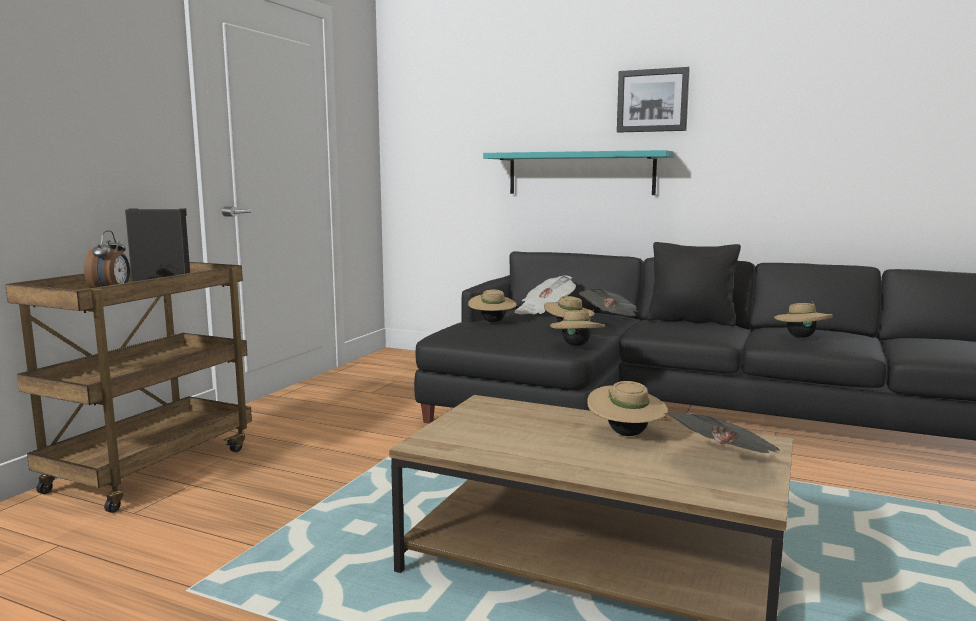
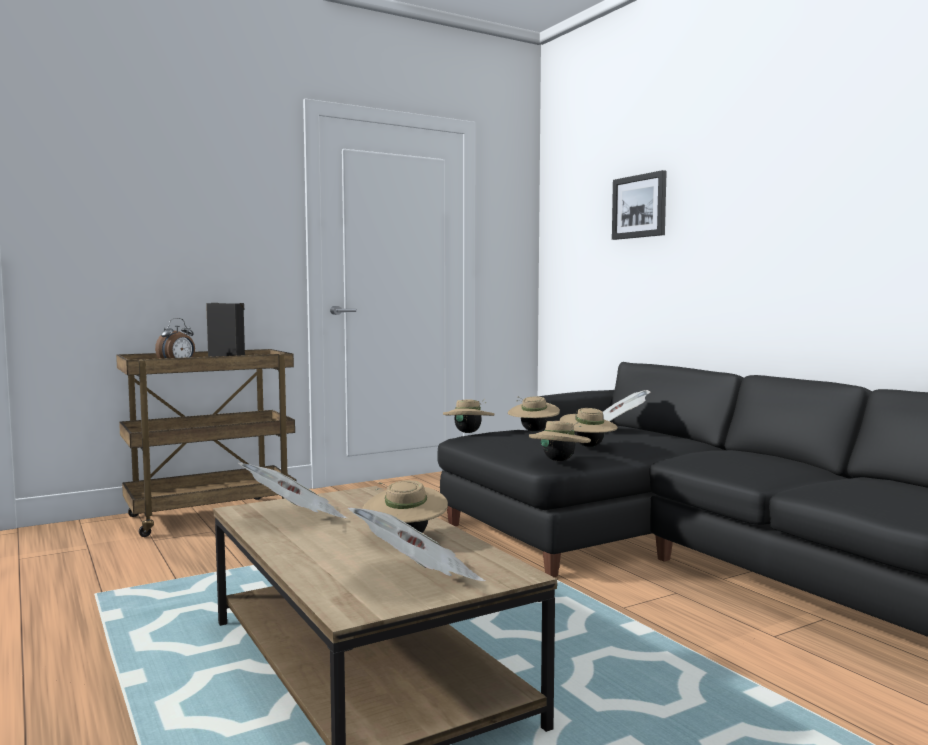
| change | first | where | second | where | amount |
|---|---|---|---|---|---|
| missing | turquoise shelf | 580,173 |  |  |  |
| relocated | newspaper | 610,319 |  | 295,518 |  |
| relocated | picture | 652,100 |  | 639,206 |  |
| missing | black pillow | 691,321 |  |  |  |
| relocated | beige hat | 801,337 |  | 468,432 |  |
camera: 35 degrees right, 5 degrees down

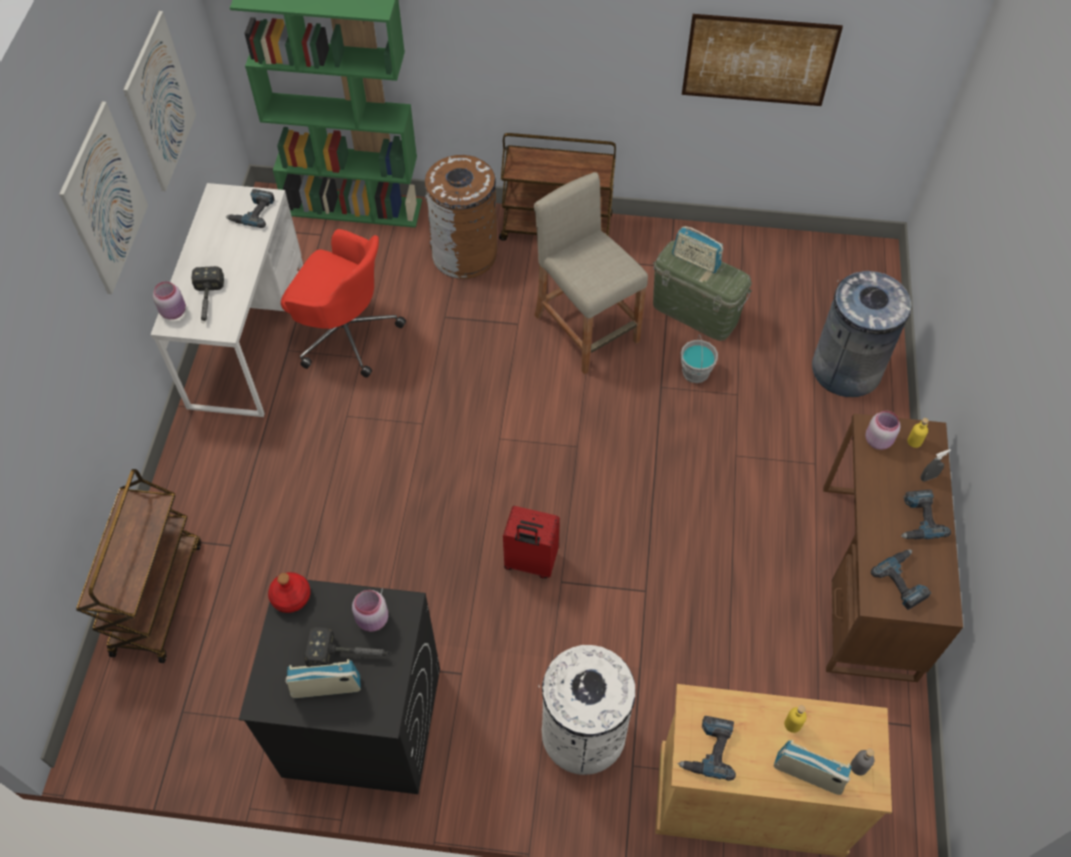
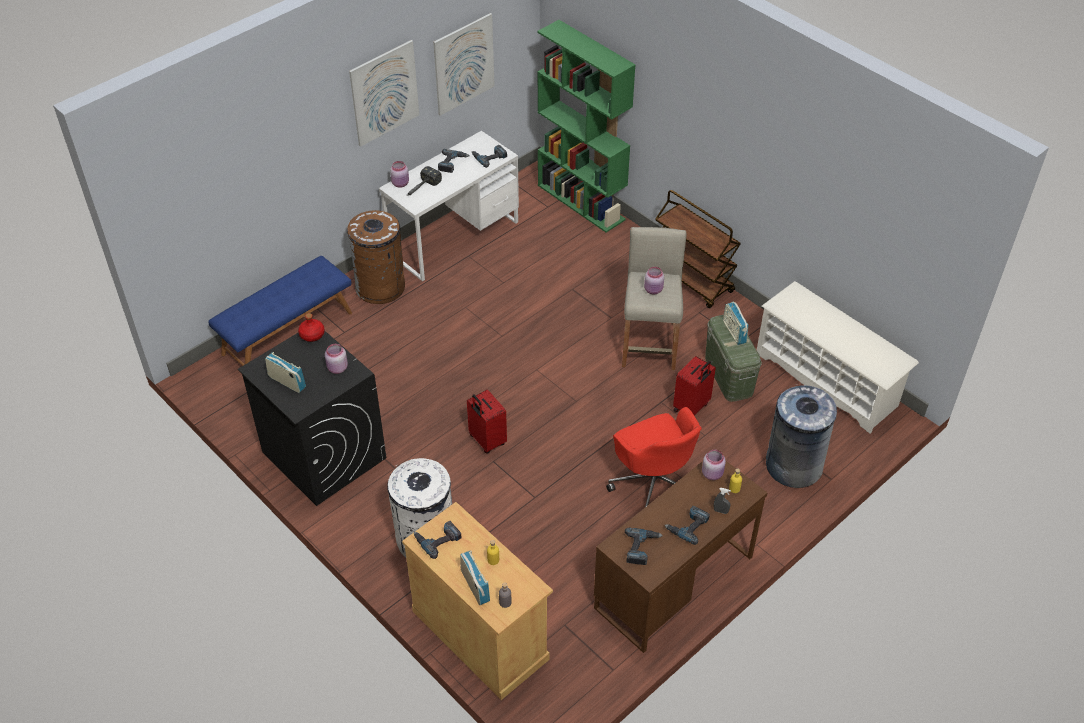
| change | first | where | second | where | amount |
|---|---|---|---|---|---|
| exchanged | brown cart | 157,596 | blue bench | 287,333 |  |
| relocated | red office chair | 345,333 |  | 654,484 |  |
| missing | hammer | 350,654 |  |  |  |
| relocated | brown trash can | 465,254 |  | 380,287 |  |
| exchanged | grey bucket | 696,372 | red suitcase | 692,407 |  |
| missing | picture | 759,60 |  |  |  |
| appeared |  |  | power drill | 452,163 |  |
| appeared |  |  | pink jar | 653,290 |  |
| appeared |  |  | white shoe rack | 827,380 |  |
camera: 40 degrees right, 10 degrees down

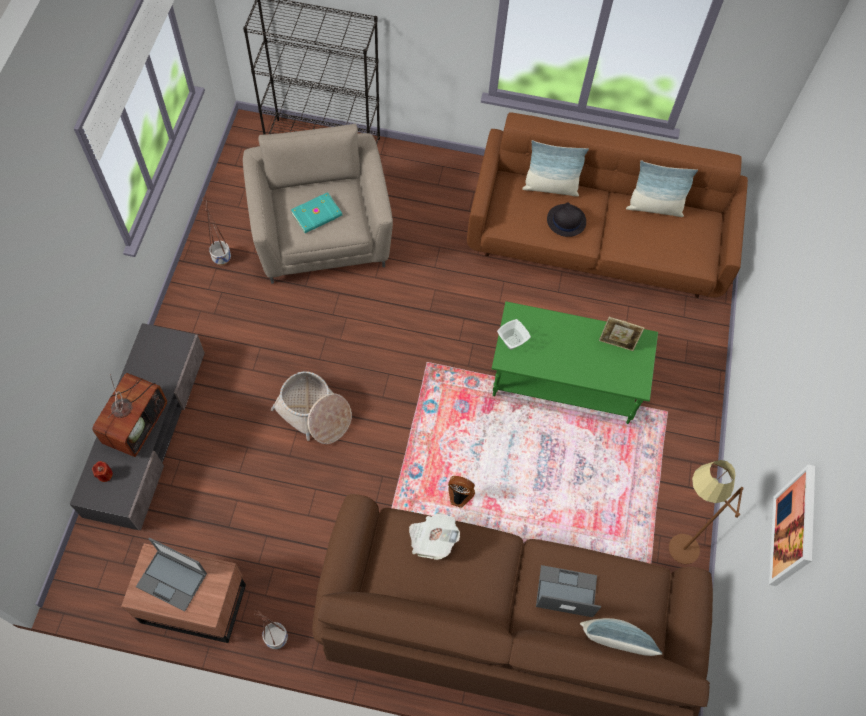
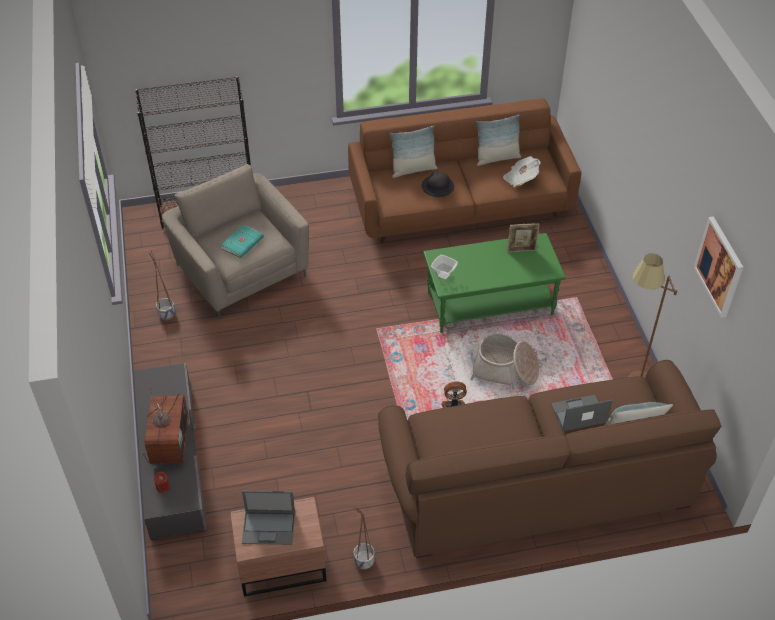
| change | first | where | second | where | amount |
|---|---|---|---|---|---|
| relocated | basket | 314,413 |  | 505,370 |  |
| relocated | newspaper | 432,539 |  | 520,178 |  |
camera: 20 degrees left, 15 degrees down

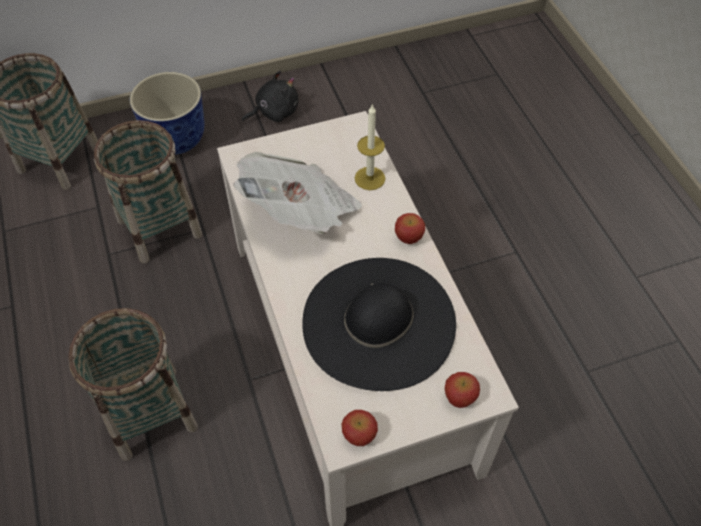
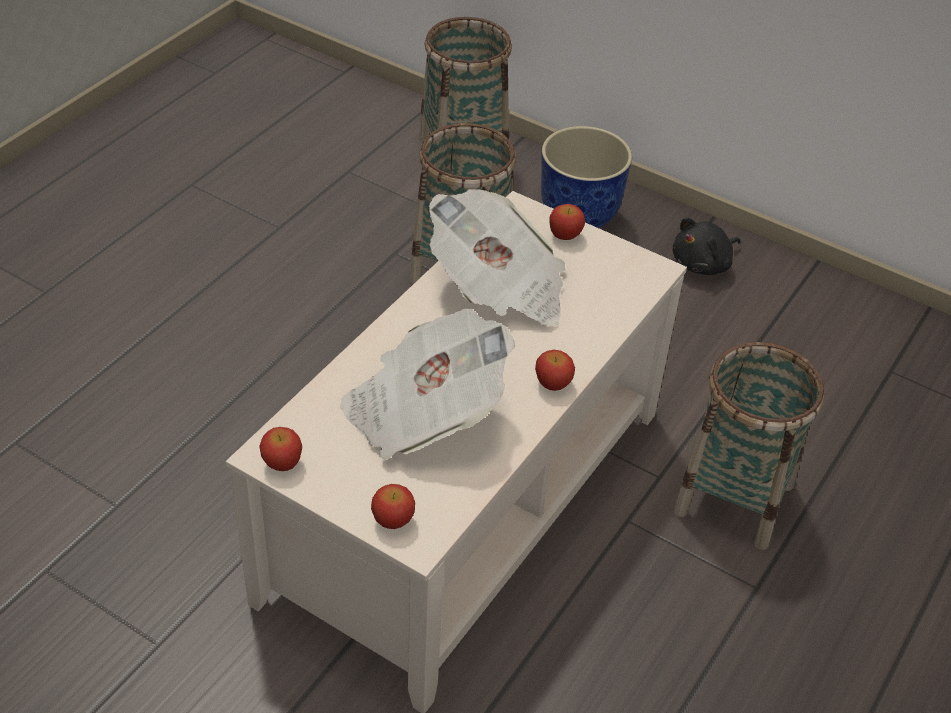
| change | first | where | second | where | amount |
|---|---|---|---|---|---|
| relocated | basket | 149,412 |  | 734,498 |  |
| spun | black plush toy | 274,112 |  | 703,264 | 120 degrees clockwise |
| exchanged | black hat | 379,322 | newspaper | 424,413 |  |
| missing | candle | 369,178 |  |  |  |
| appeared |  |  | apple | 565,235 |  |
camera: 50 degrees right, 10 degrees down

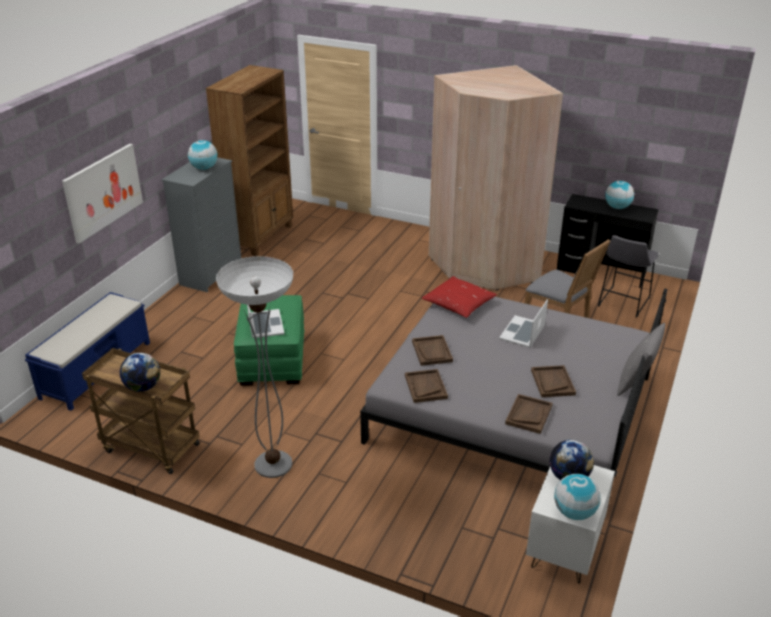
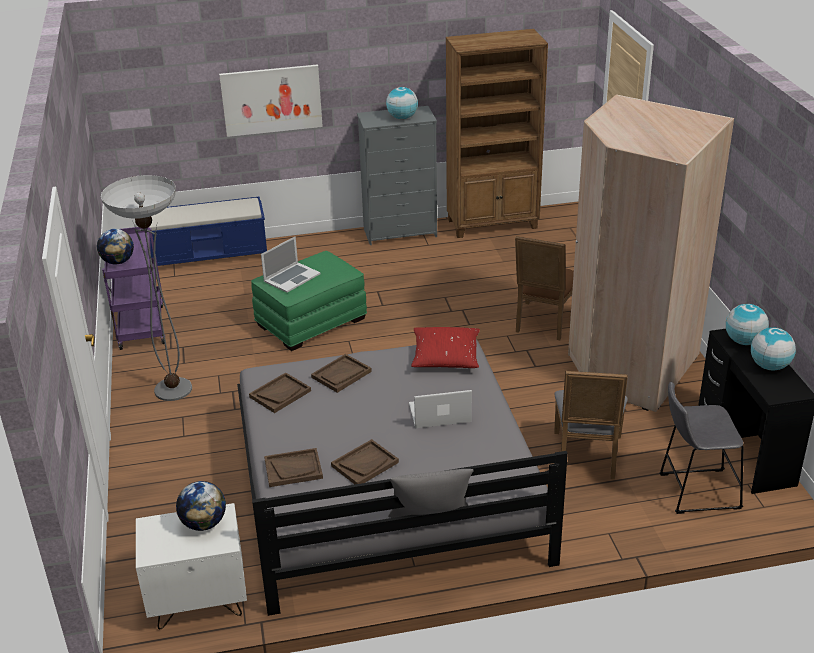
| change | first | where | second | where | amount |
|---|---|---|---|---|---|
| colour | brown cart | 149,448 | purple cart | 141,326 |  |
| relocated | globe | 574,512 |  | 744,341 |  |
| appeared |  |  | brown chair | 544,323 |  |
camera: 55 degrees right, 0 degrees up

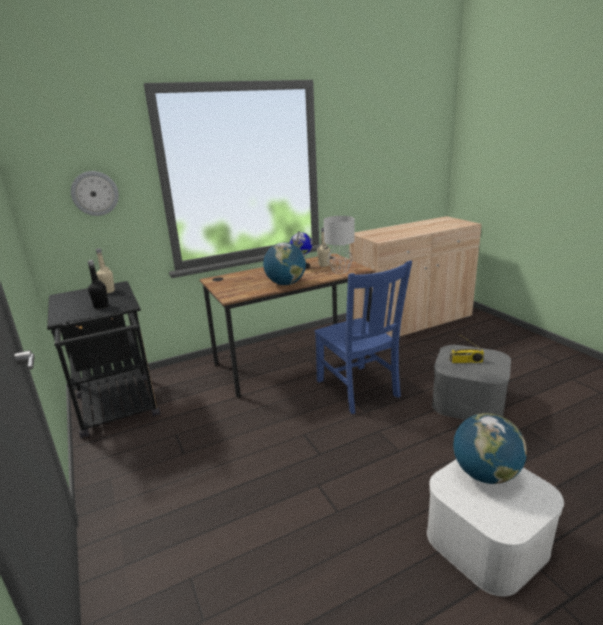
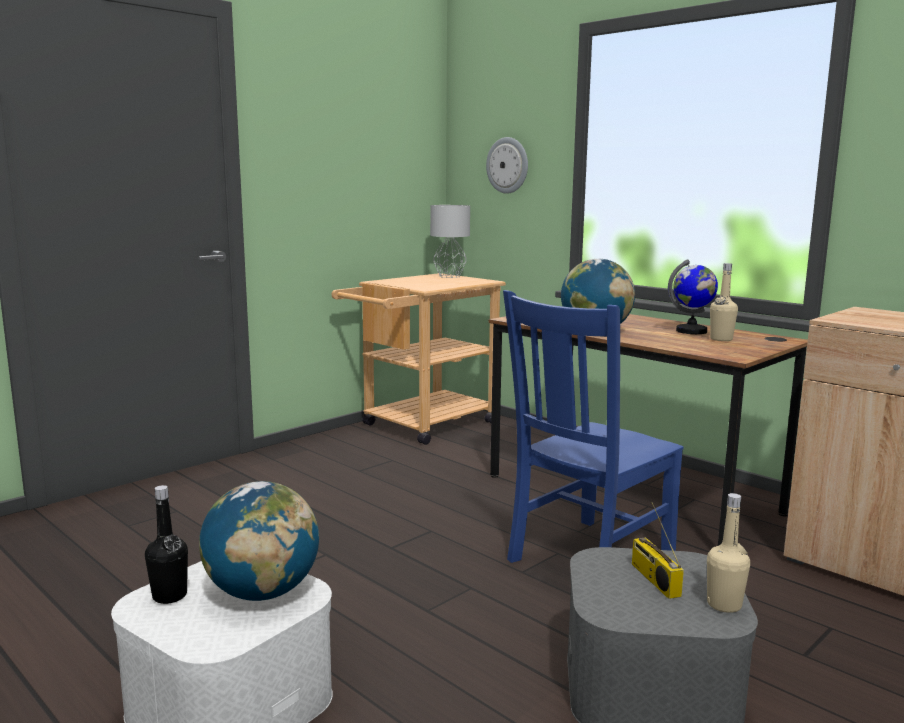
| change | first | where | second | where | amount |
|---|---|---|---|---|---|
| colour | black cart | 119,411 | beige cart | 421,426 |  |
| relocated | black bottle | 101,306 |  | 169,596 |  |
| relocated | beige bottle | 108,291 |  | 724,604 |  |
| relocated | grey table lamp | 340,271 |  | 450,276 |  |
camera: 70 degrees right, 10 degrees down

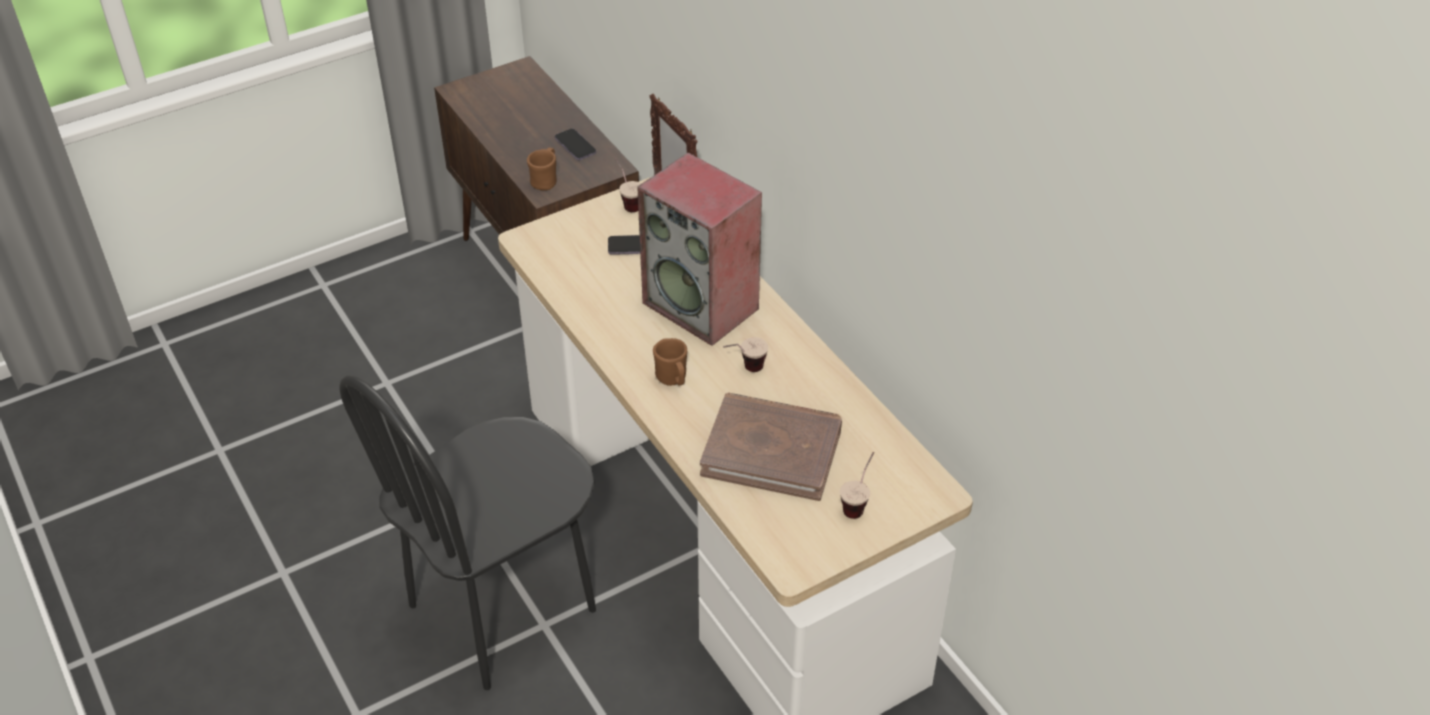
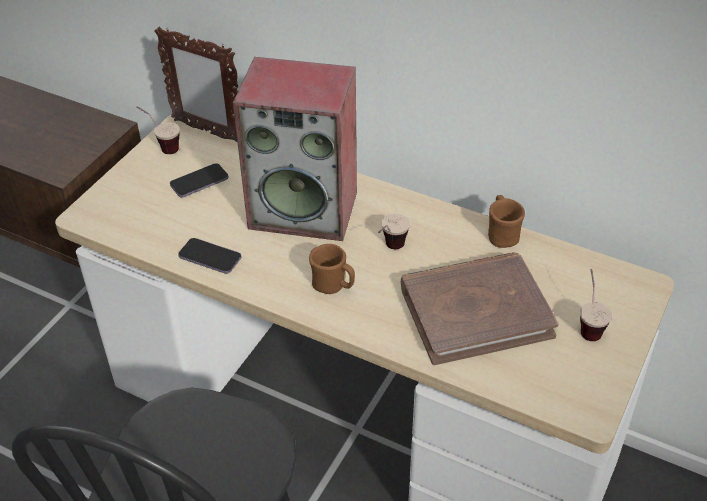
| change | first | where | second | where | amount |
|---|---|---|---|---|---|
| relocated | brown mug | 546,181 |  | 501,234 |  |
| relocated | phone | 575,146 |  | 210,257 |  |
camera: 30 degrees left, 0 degrees up

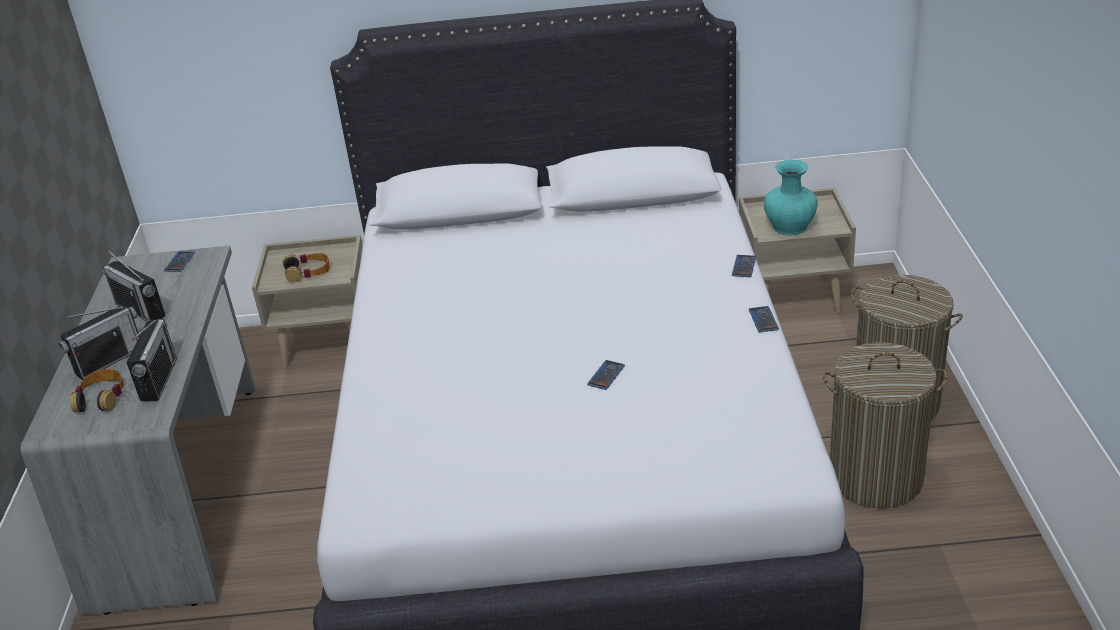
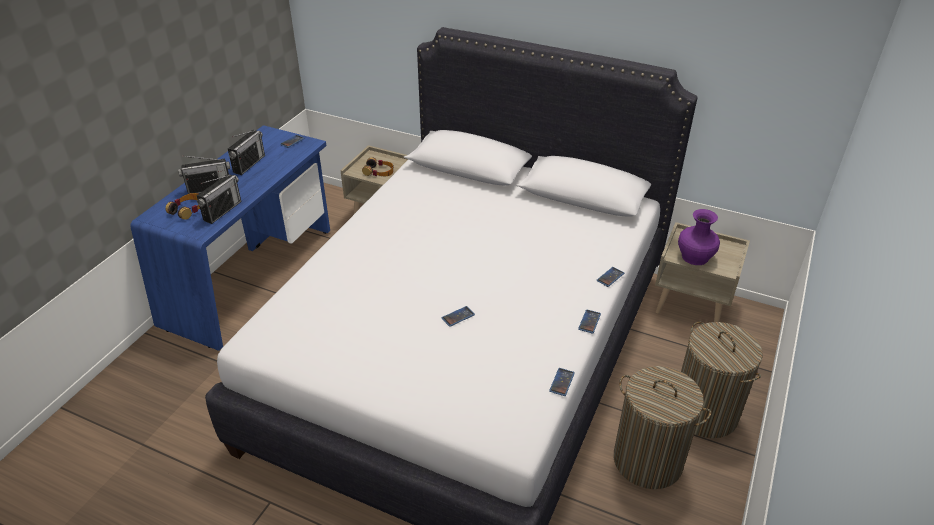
| change | first | where | second | where | amount |
|---|---|---|---|---|---|
| colour | grey desk | 185,489 | blue desk | 253,276 |  |
| spun | radio | 140,310 |  | 249,164 | 135 degrees counterclockwise |
| colour | turquoise vase | 789,227 | purple vase | 694,257 |  |
| appeared |  |  | phone | 562,382 |  |
camera: 25 degrees right, 5 degrees up

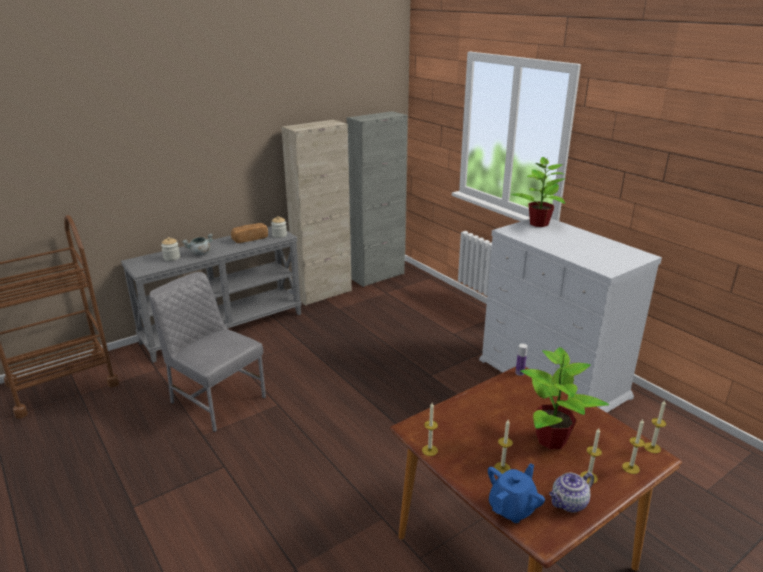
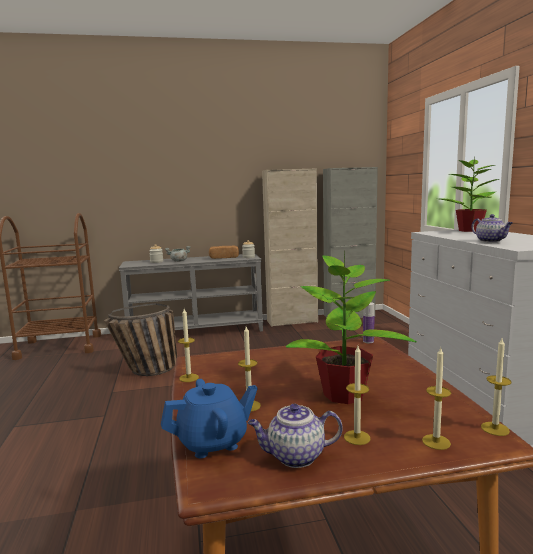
| change | first | where | second | where | amount |
|---|---|---|---|---|---|
| exchanged | grey chair | 216,400 | basket | 145,372 |  |
| appeared |  |  | teapot | 491,241 |  |
camera: 25 degrees right, 15 degrees down

